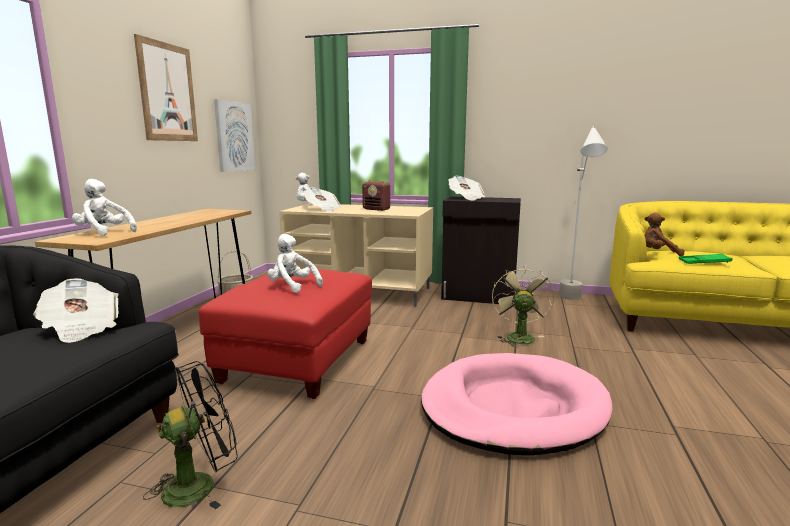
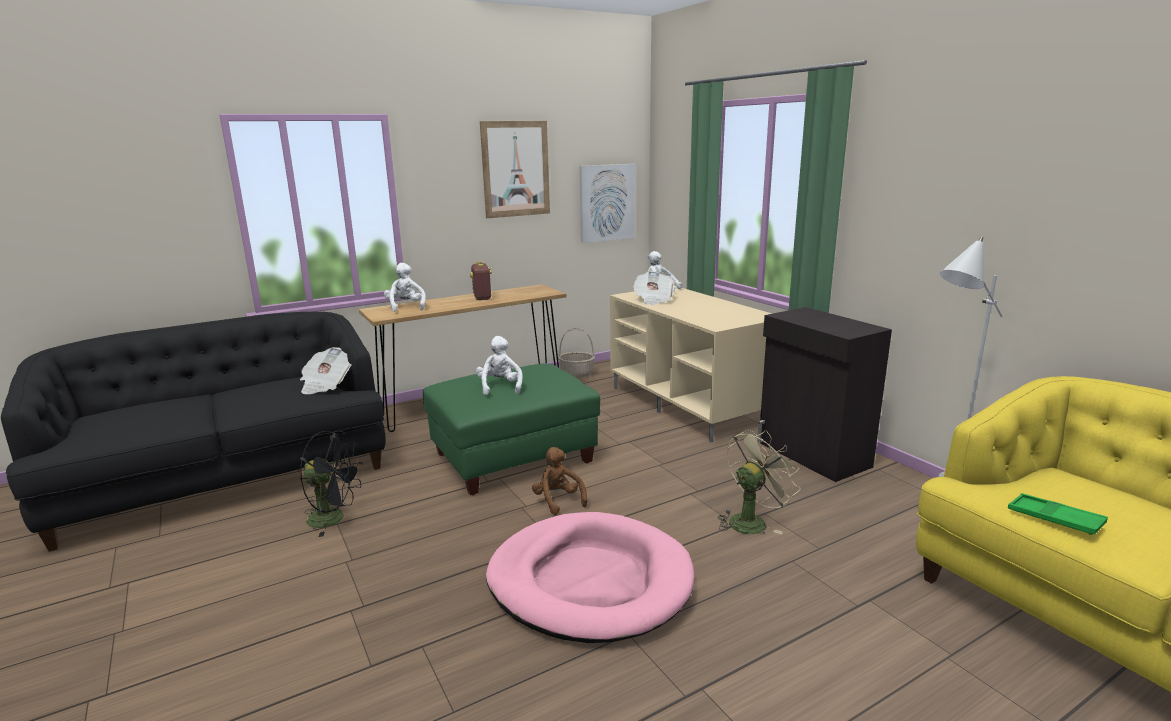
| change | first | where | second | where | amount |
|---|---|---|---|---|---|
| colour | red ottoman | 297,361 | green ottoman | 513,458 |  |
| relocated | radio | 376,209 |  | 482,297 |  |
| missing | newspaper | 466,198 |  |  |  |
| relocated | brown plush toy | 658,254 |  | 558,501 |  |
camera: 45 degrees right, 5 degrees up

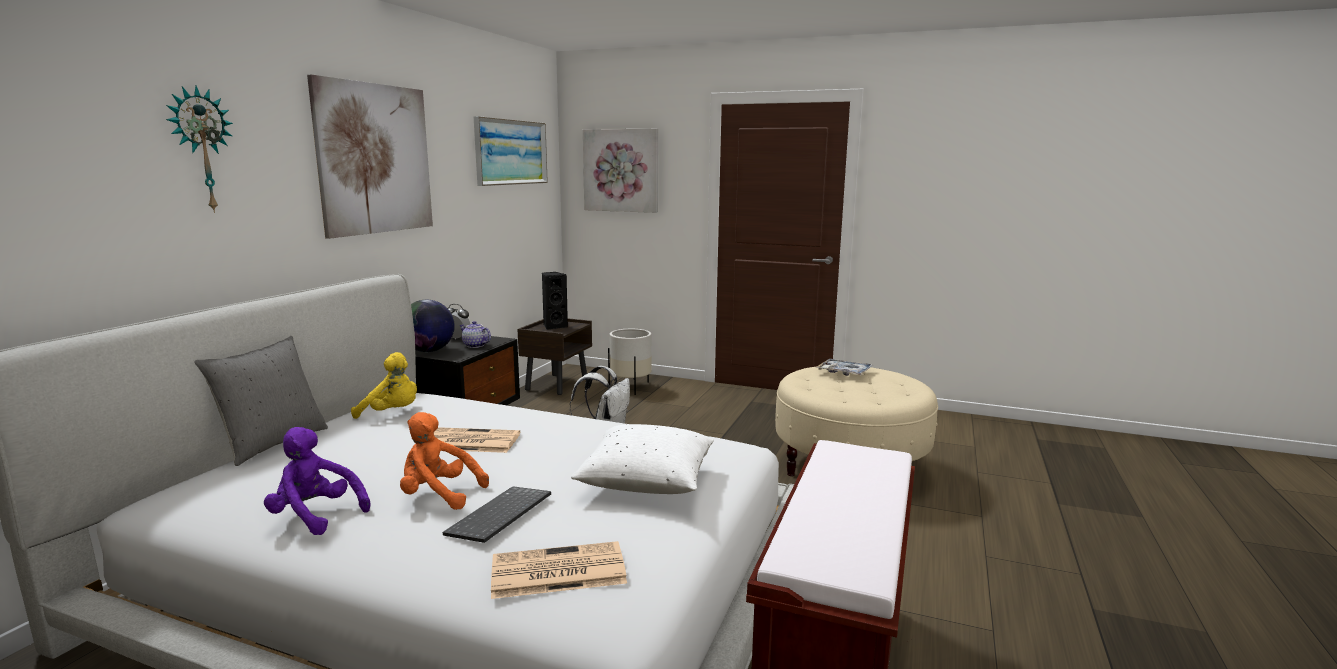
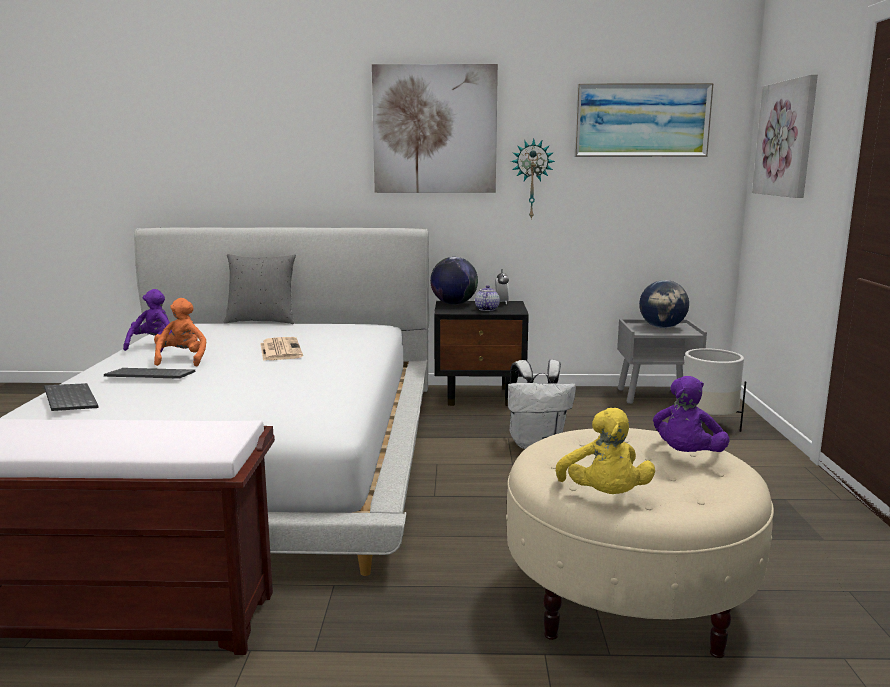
| change | first | where | second | where | amount |
|---|---|---|---|---|---|
| relocated | wall clock | 201,150 |  | 532,179 |  |
| relocated | yellow plush toy | 392,413 |  | 604,496 |  |
| exchanged | newspaper | 556,572 | keyboard | 68,399 |  |
| colour | brown nightstand | 557,384 | grey nightstand | 656,396 |  |
| exchanged | black speaker | 554,326 | globe | 662,327 |  |
| missing | white pillow | 646,482 |  |  |  |
| exchanged | tray | 844,372 | purple plush toy | 686,456 |  |
camera: 70 degrees right, 0 degrees up

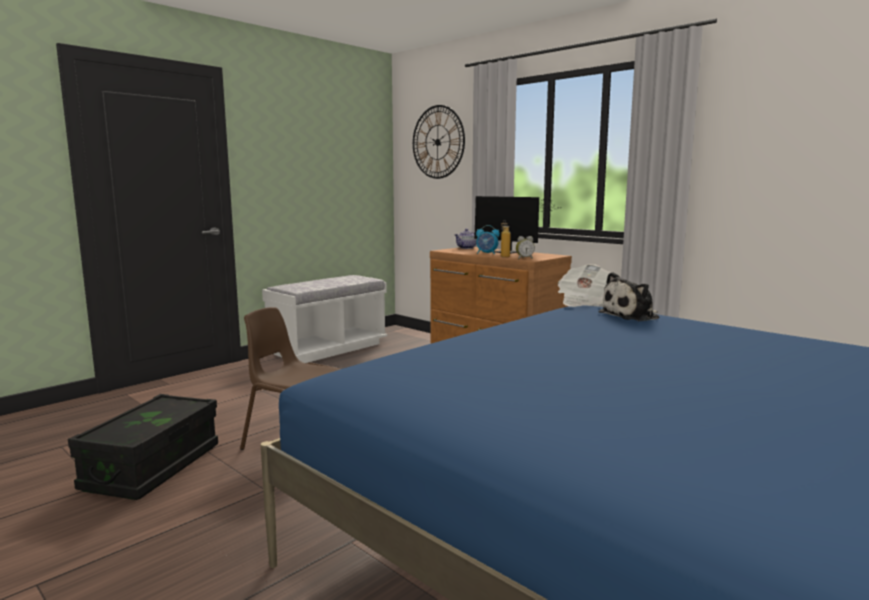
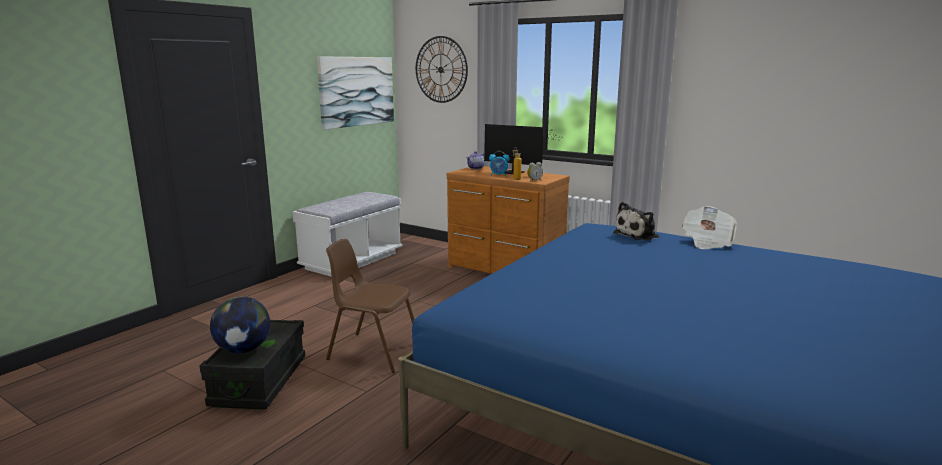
| change | first | where | second | where | amount |
|---|---|---|---|---|---|
| relocated | newspaper | 584,302 |  | 707,242 |  |
| appeared |  |  | globe | 243,350 |  |
| appeared |  |  | picture | 356,91 |  |
camera: 10 degrees left, 5 degrees up

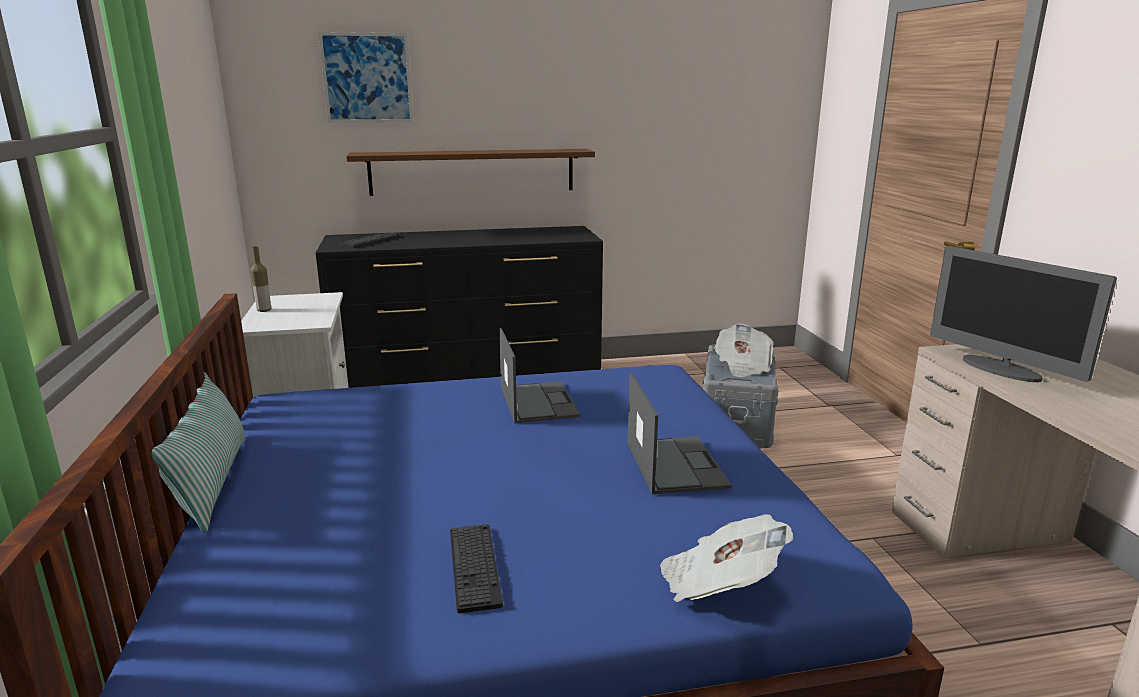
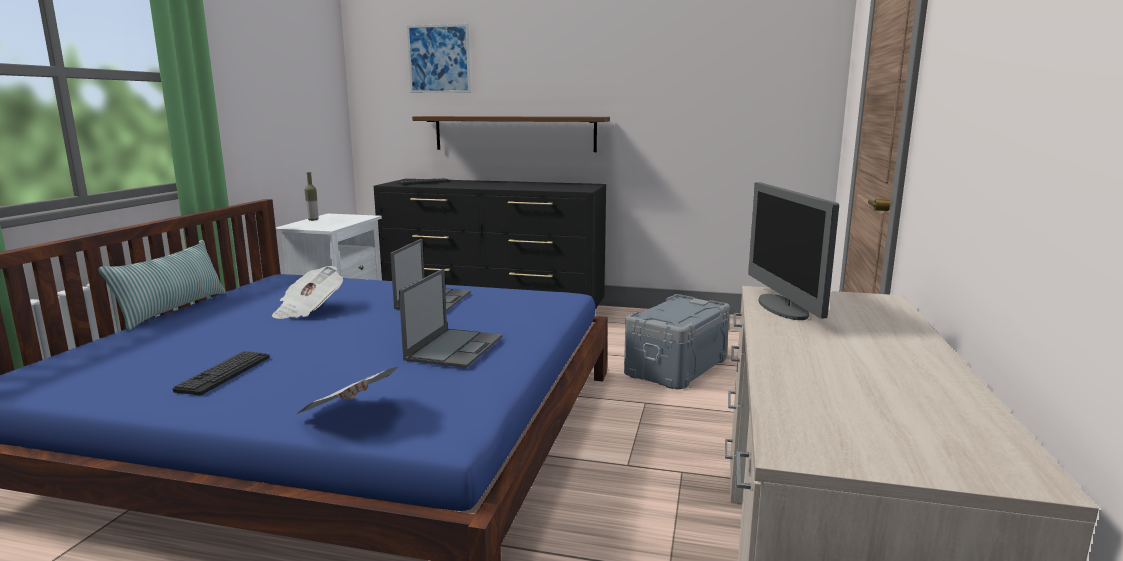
| change | first | where | second | where | amount |
|---|---|---|---|---|---|
| relocated | newspaper | 742,366 |  | 308,310 |  |
camera: 25 degrees right, 5 degrees down

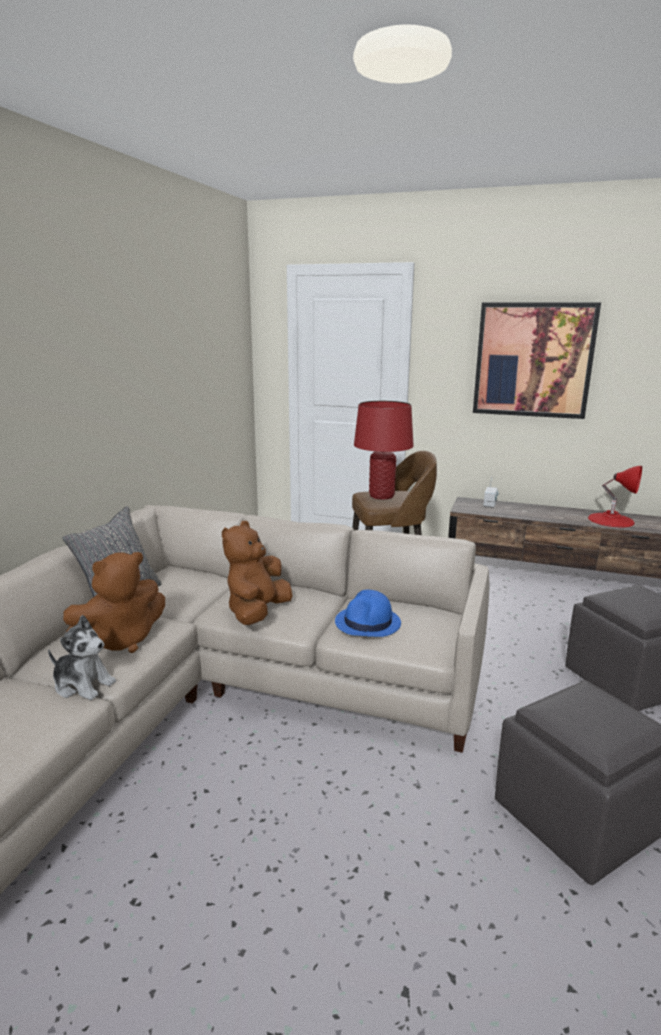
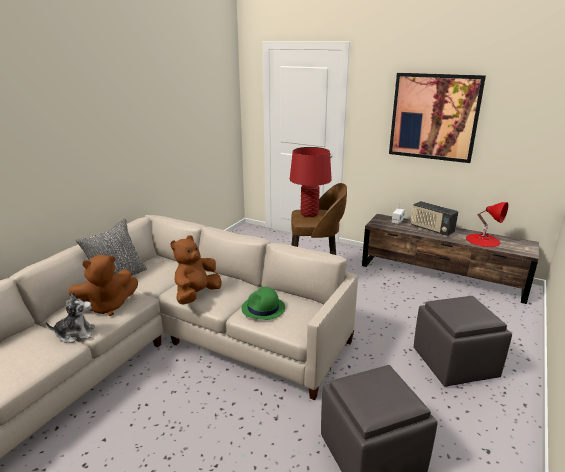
| change | first | where | second | where | amount |
|---|---|---|---|---|---|
| spun | plush toy | 83,684 |  | 75,334 | 45 degrees counterclockwise |
| colour | blue hat | 368,623 | green hat | 263,309 |  |
| appeared |  |  | radio | 431,229 |  |
camera: 10 degrees right, 5 degrees up

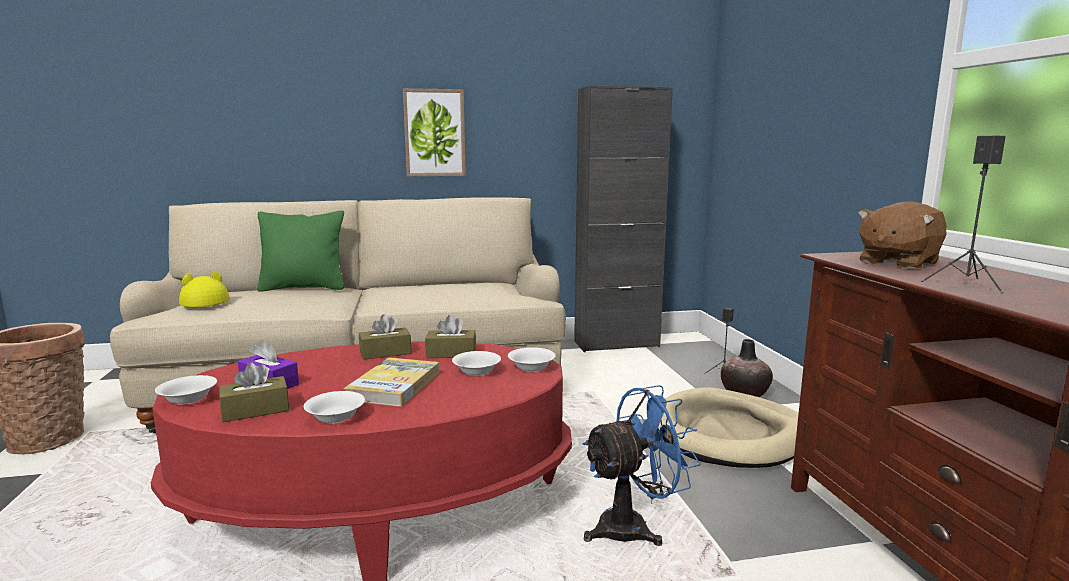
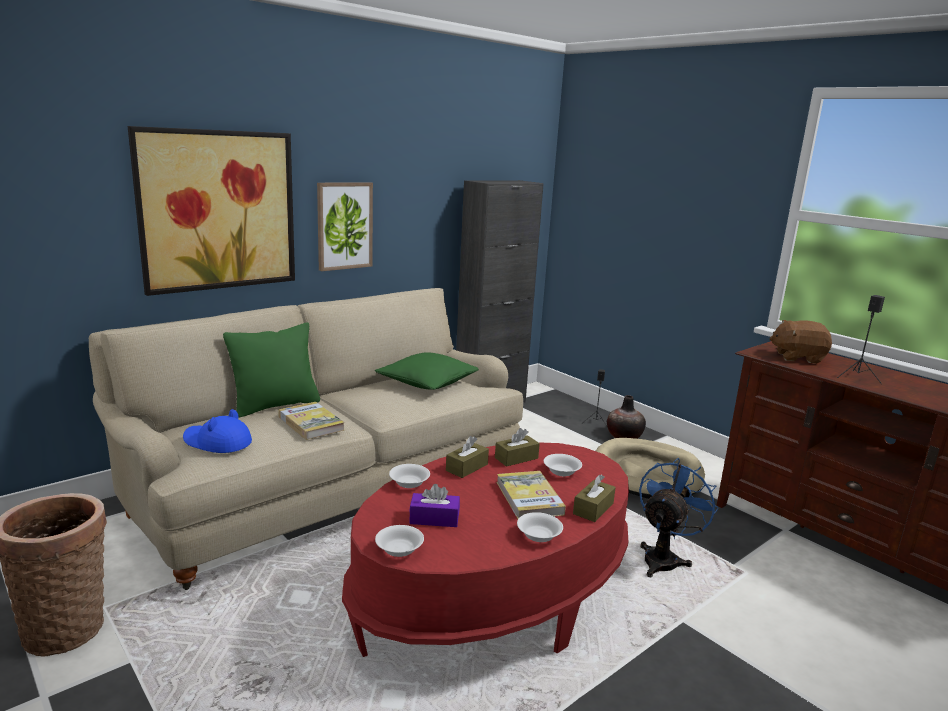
| change | first | where | second | where | amount |
|---|---|---|---|---|---|
| colour | yellow hat | 203,301 | blue hat | 217,442 |  |
| relocated | brown tissue box | 255,410 |  | 593,508 |  |
| relocated | white bowl | 532,367 |  | 409,483 |  |
| spun | brown plush toy | 897,263 |  | 797,357 | 75 degrees clockwise |
| appeared |  |  | picture | 218,210 |  |
| appeared |  |  | book | 311,423 |  |
| appeared |  |  | green pillow | 427,383 |  |
camera: 30 degrees left, 5 degrees up

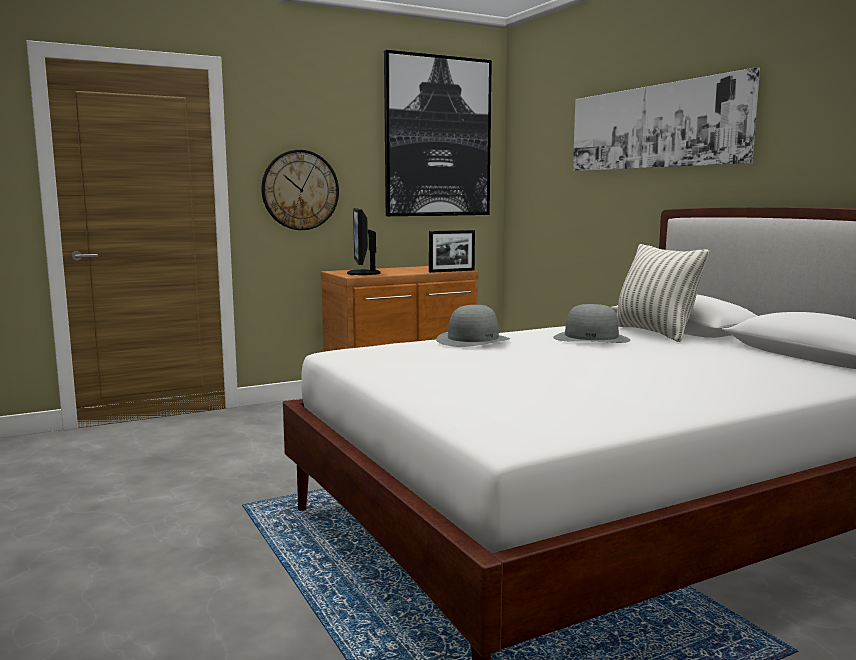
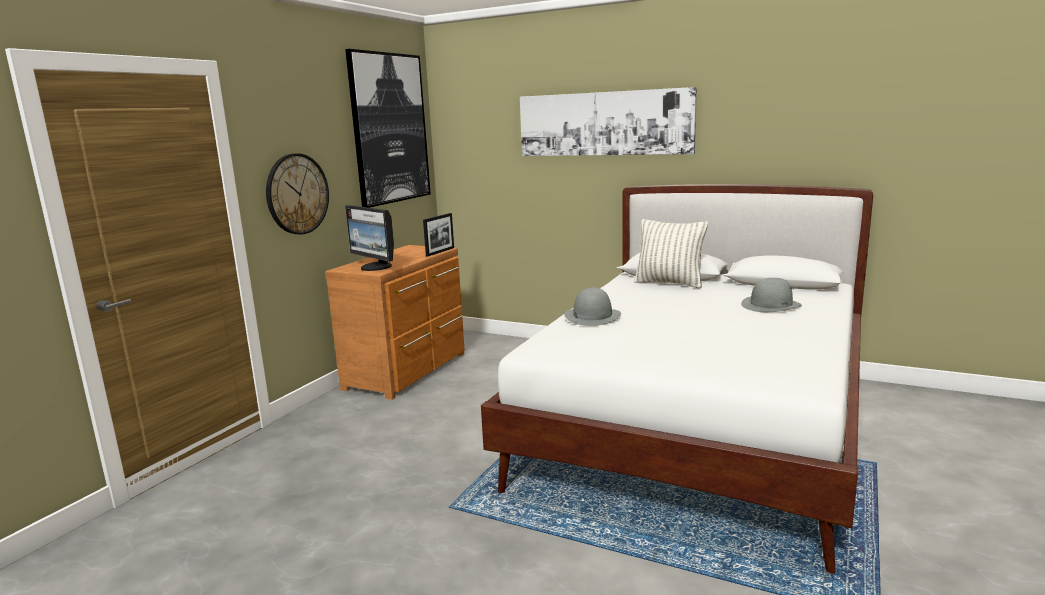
| change | first | where | second | where | amount |
|---|---|---|---|---|---|
| relocated | grey hat | 591,338 |  | 771,305 |  |
camera: 35 degrees left, 5 degrees up

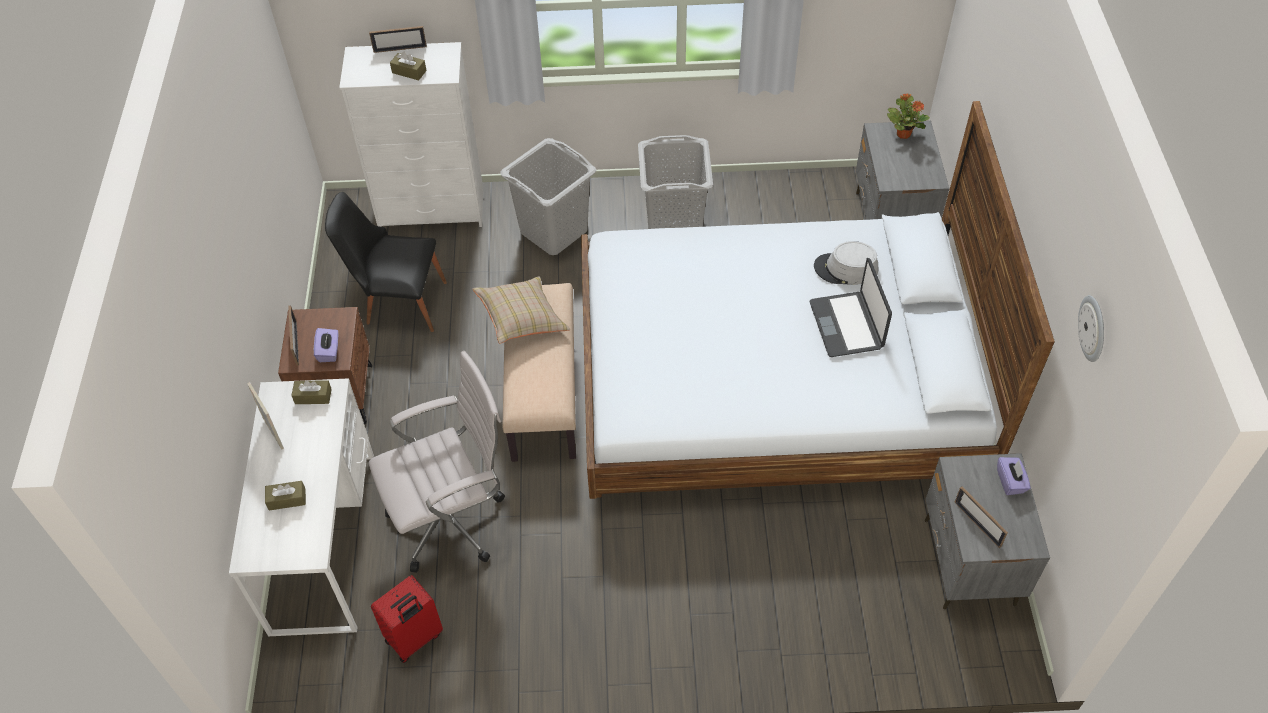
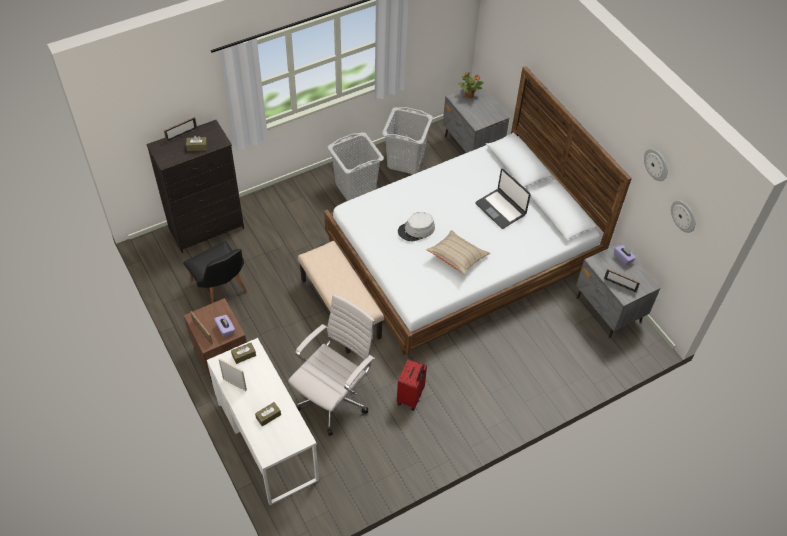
| change | first | where | second | where | amount |
|---|---|---|---|---|---|
| spun | black chair | 398,301 |  | 221,290 | 105 degrees counterclockwise |
| colour | white dresser | 432,210 | black dresser | 207,229 |  |
| relocated | red suitcase | 415,639 |  | 411,397 |  |
| relocated | beige pillow | 521,319 |  | 457,258 |  |
| relocated | grey laundry basket | 553,231 |  | 405,161 |  |
| relocated | grey hat | 846,269 |  | 416,230 |  |
| appeared |  |  | wall clock | 684,216 |  |
camera: 30 degrees left, 0 degrees up

